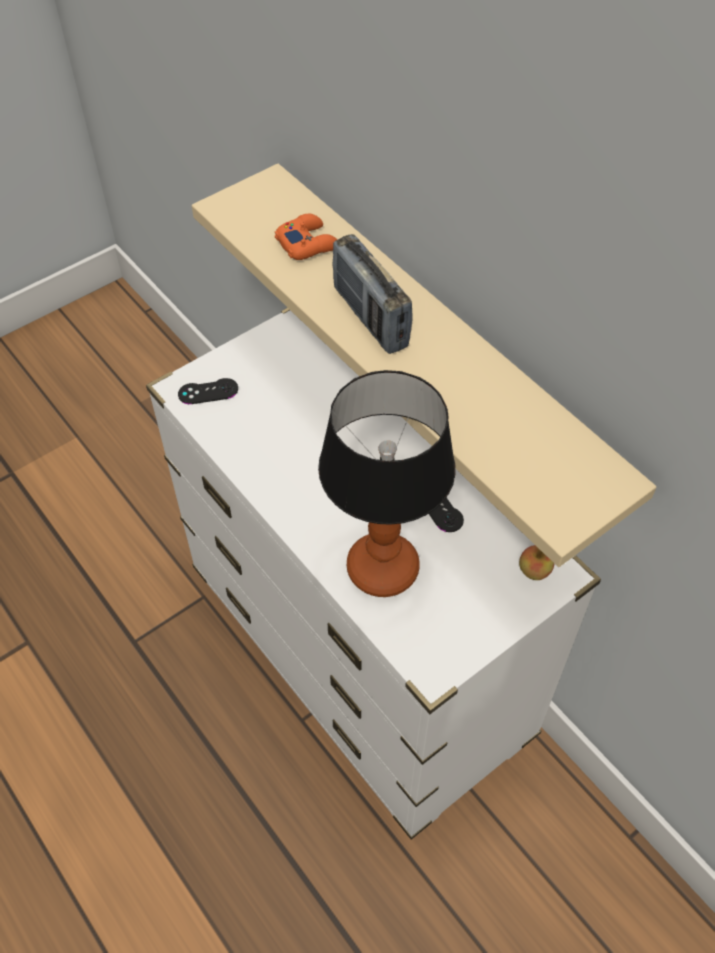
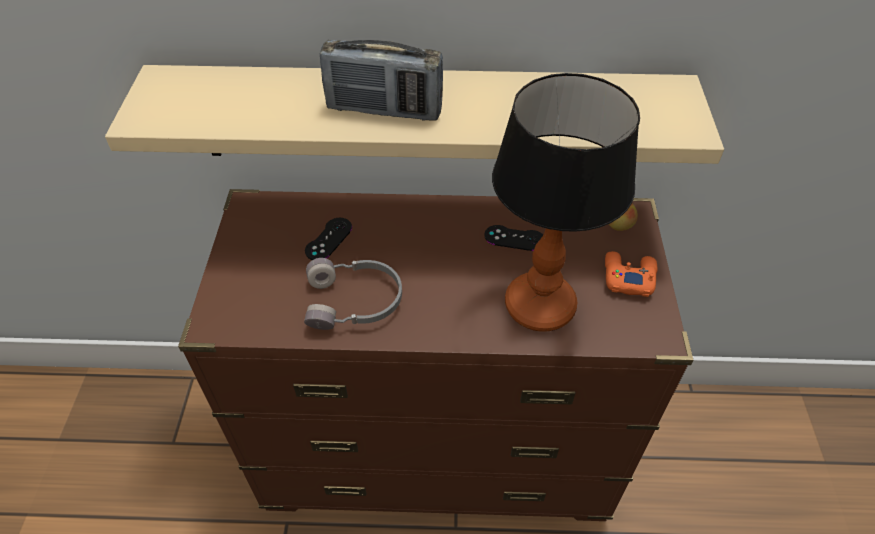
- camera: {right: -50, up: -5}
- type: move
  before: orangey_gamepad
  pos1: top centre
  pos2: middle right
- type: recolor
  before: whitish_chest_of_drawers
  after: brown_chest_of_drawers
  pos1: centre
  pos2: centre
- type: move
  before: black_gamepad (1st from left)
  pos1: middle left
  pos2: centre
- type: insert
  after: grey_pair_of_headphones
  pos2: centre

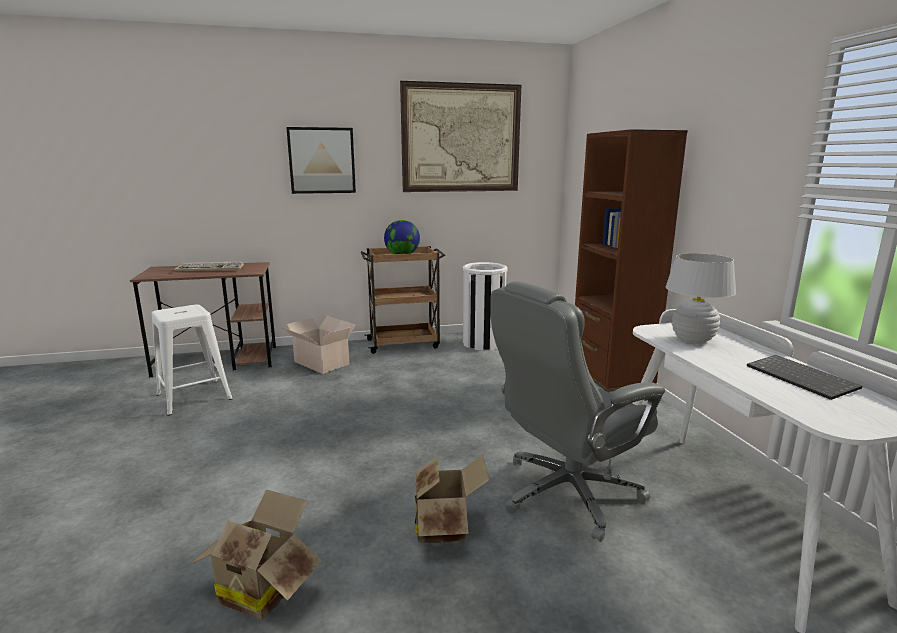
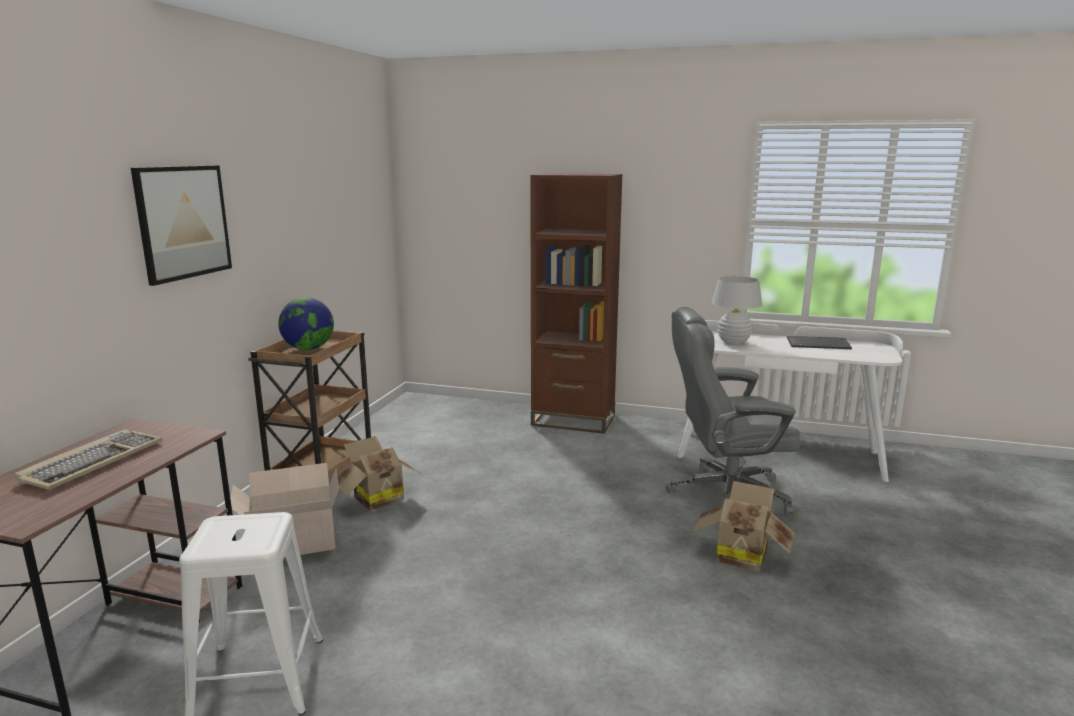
- camera: {right: -60, up: 0}
- type: delete
  before: wall_art (2nd from left)
  pos1: top centre
- type: delete
  before: whitish_rubbish_bin
  pos1: centre
- type: rotate
  before: grey_computer_chair
  pos1: centre
  pos2: middle right
  turn: 90
- type: move
  before: carton (1st from left in the first image)
  after: carton (2nd from left)
  pos1: bottom left
  pos2: centre

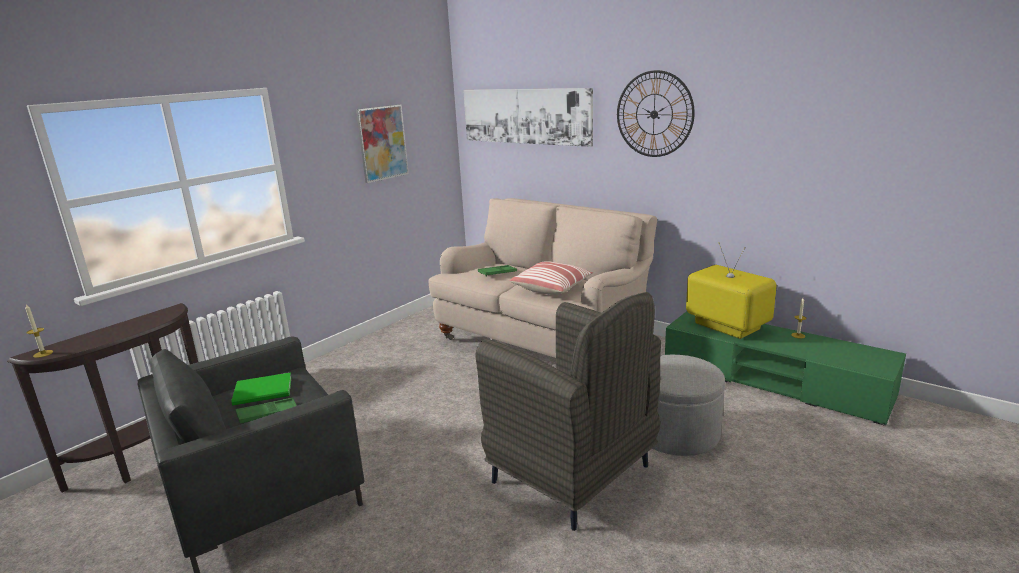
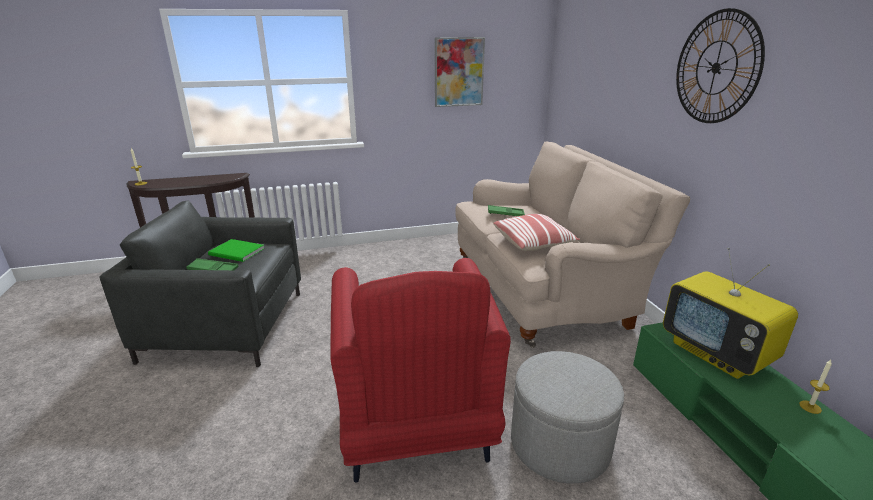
- camera: {right: 35, up: 5}
- type: delete
  before: wall_art (2nd from left)
  pos1: top centre
- type: rotate
  before: TV
  pos1: middle right
  pos2: middle right
  turn: 150
- type: recolor
  before: grey_easy_chair (2nd from left)
  after: reddish_easy_chair
  pos1: bottom centre
  pos2: bottom centre

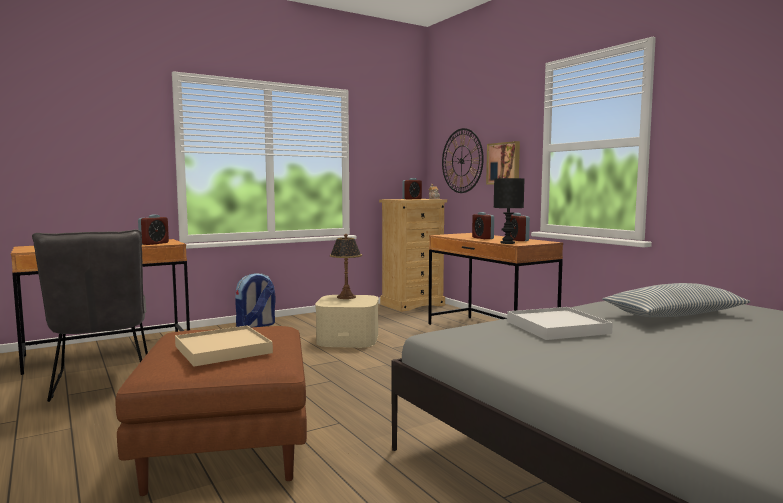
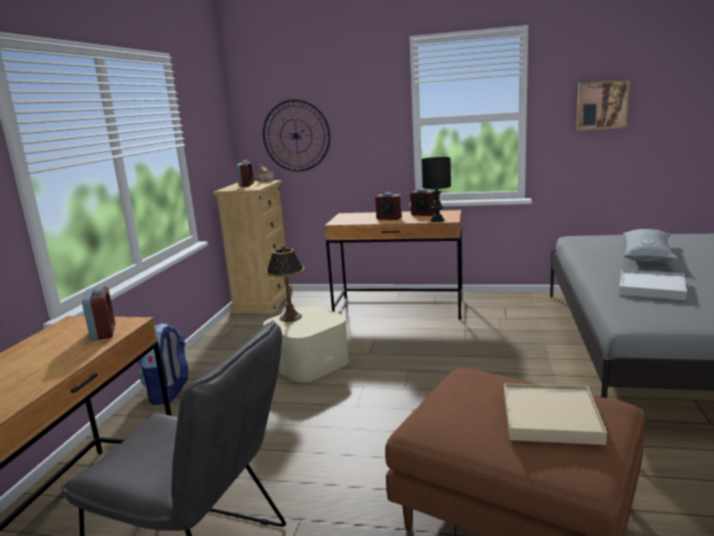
- camera: {right: -45, up: 10}
- type: move
  before: wall_art
  pos1: top centre
  pos2: top right

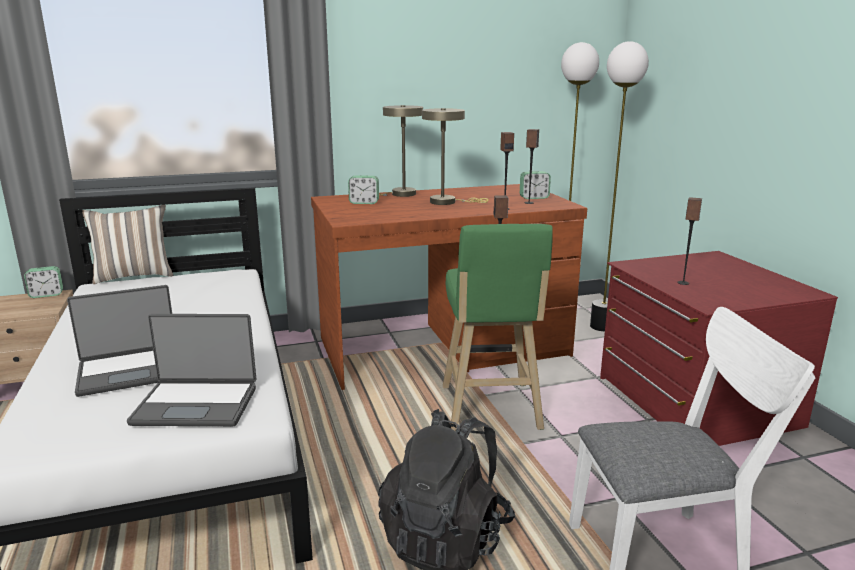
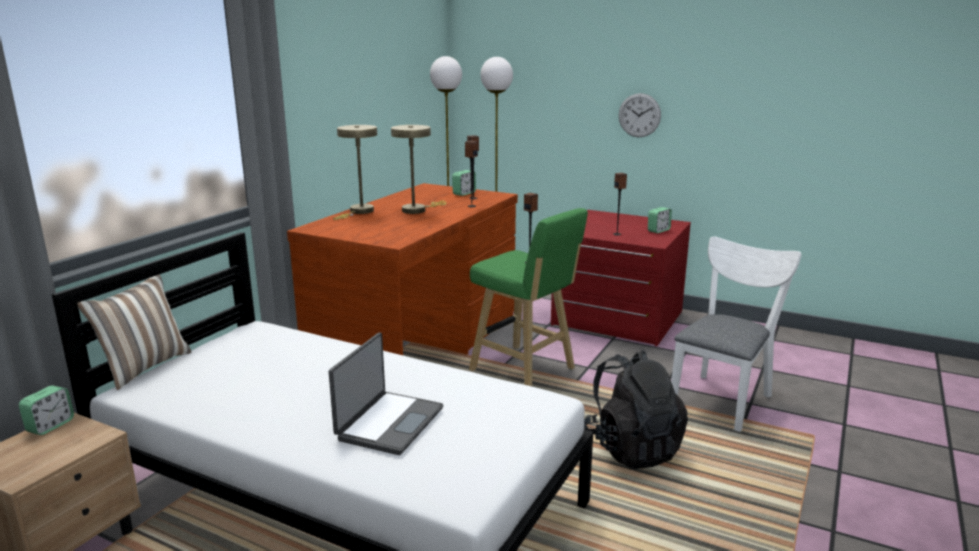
- camera: {right: -45, up: 0}
- type: move
  before: bedside_clock (2nd from left in the first image)
  after: bedside_clock (3rd from left)
  pos1: top centre
  pos2: middle right
- type: delete
  before: laptop (2nd from left)
  pos1: middle left
- type: insert
  after: wall_clock
  pos2: top centre

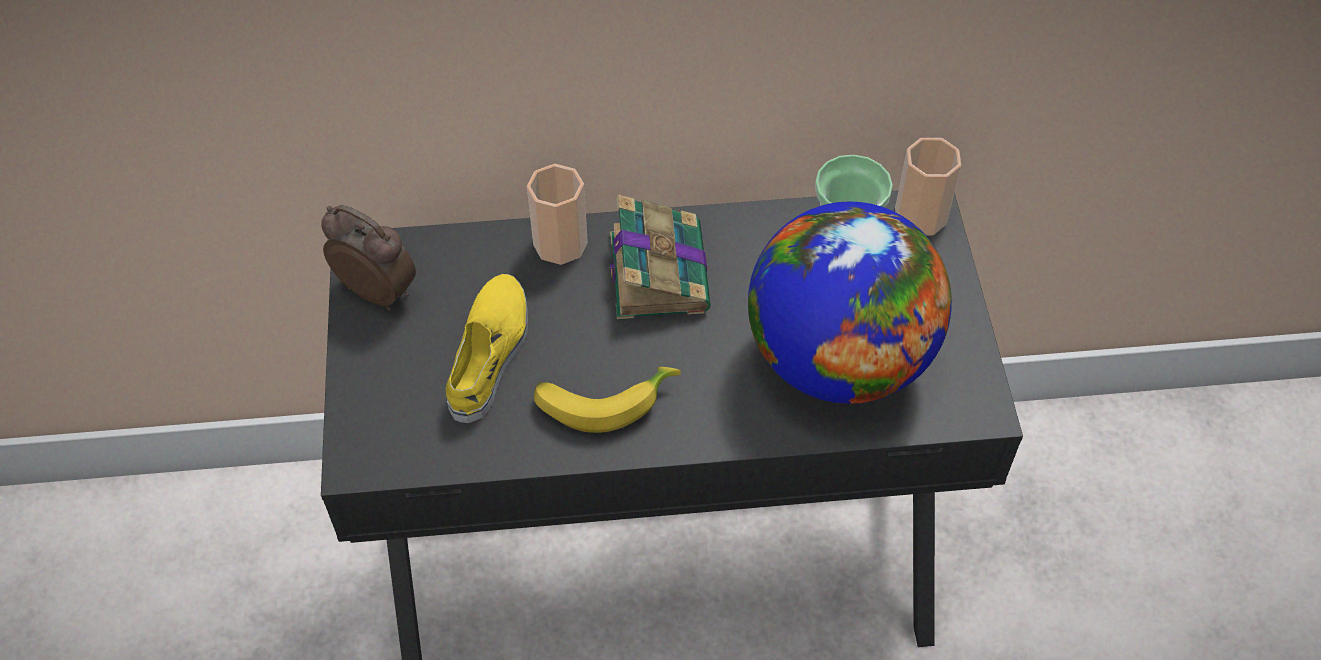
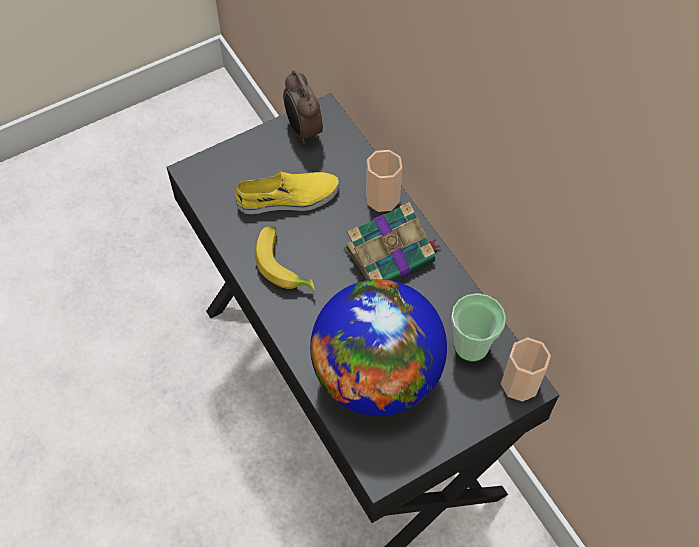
- camera: {right: 65, up: 5}
- type: rotate
  before: bedside_clock
  pos1: middle left
  pos2: top centre
  turn: 150

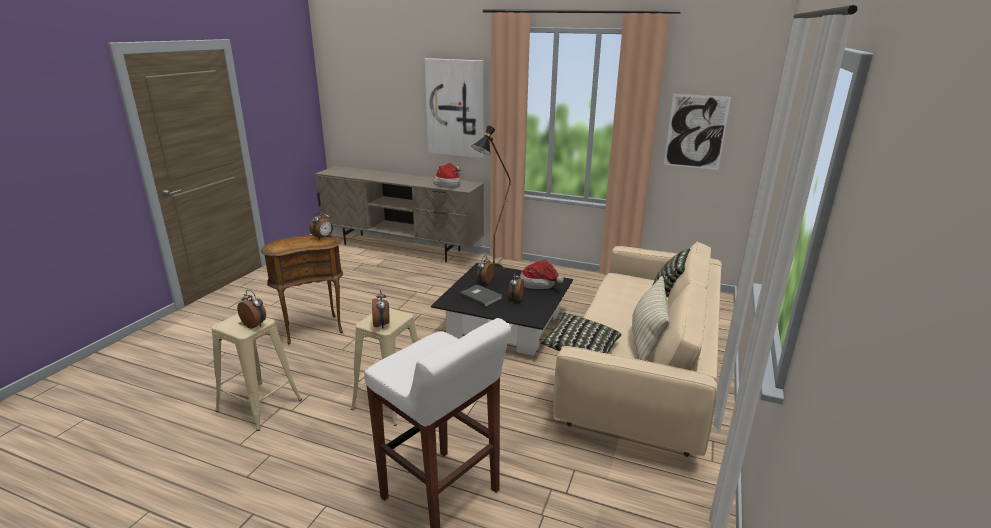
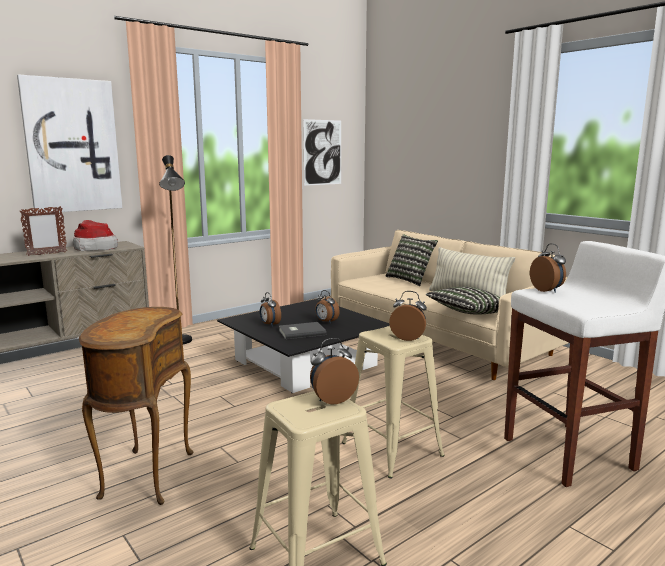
- camera: {right: -60, up: -10}
- type: move
  before: bedside_clock (2nd from left in the first image)
  after: bedside_clock (5th from left)
  pos1: middle left
  pos2: middle right
- type: delete
  before: wearable_hat (2nd from left)
  pos1: centre
- type: insert
  after: standing_frame
  pos2: middle left

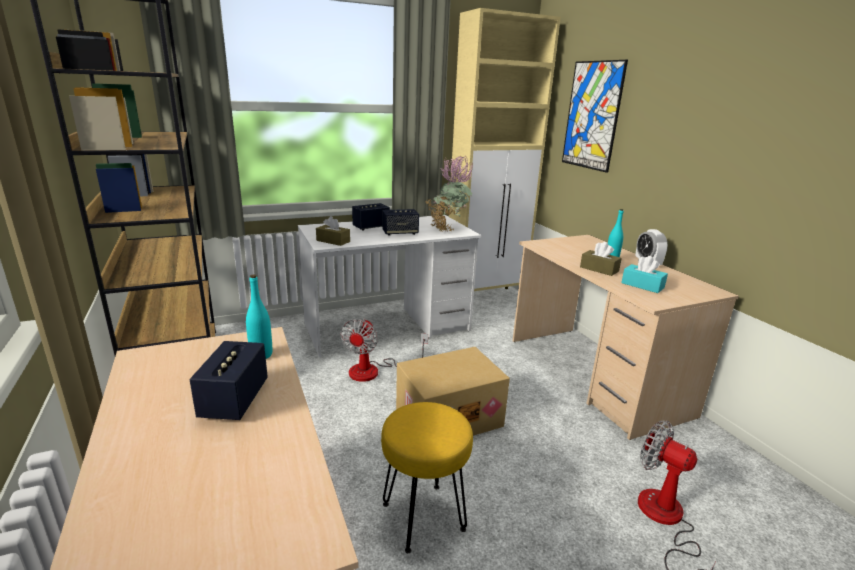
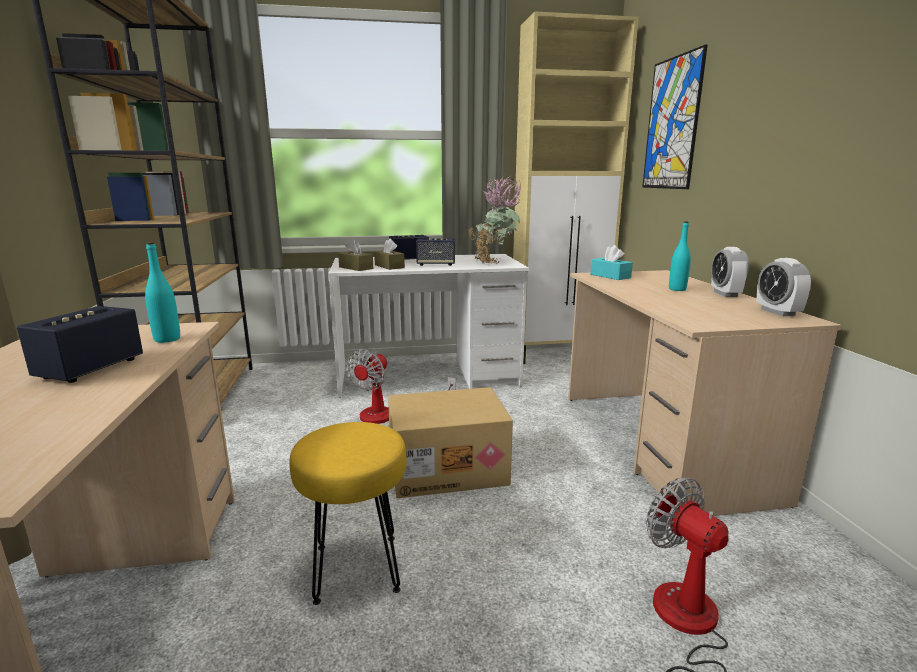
- camera: {right: 15, up: -5}
- type: move
  before: brown_tissue_holder (2nd from left)
  pos1: middle right
  pos2: centre
- type: move
  before: turquoise_tissue_holder
  pos1: middle right
  pos2: centre
- type: insert
  after: bedside_clock (2nd from left)
  pos2: middle right

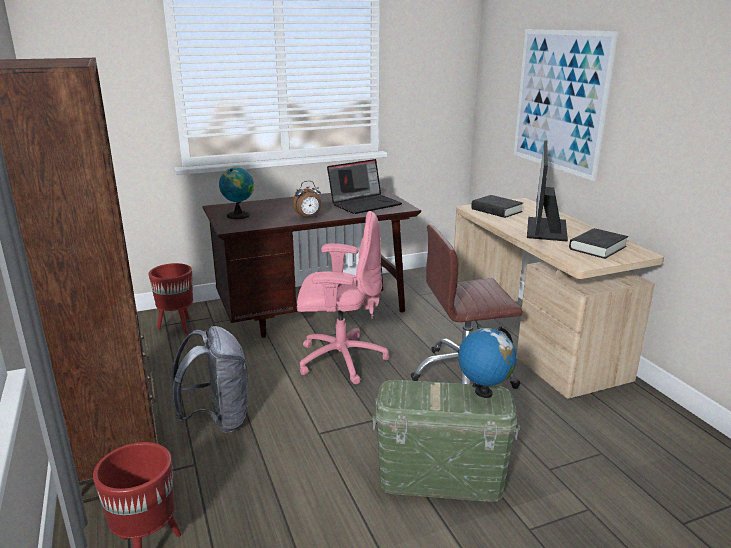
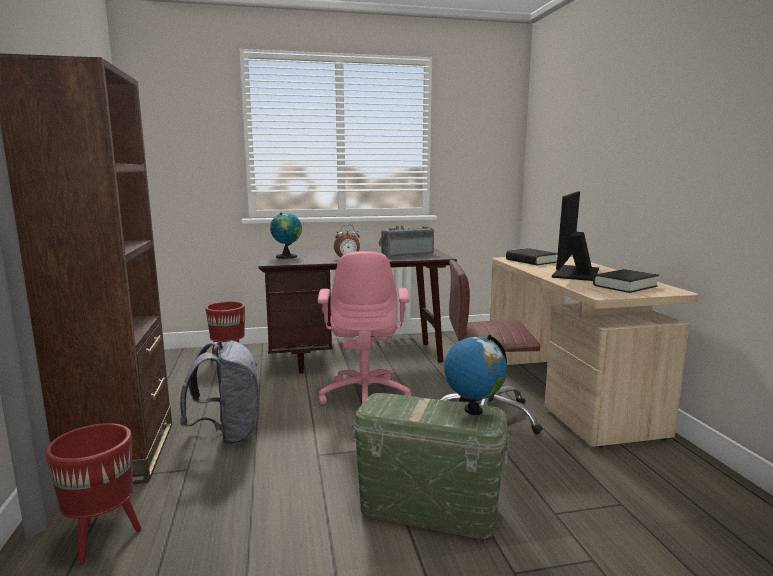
- camera: {right: 10, up: -10}
- type: delete
  before: wall_art
  pos1: top right
- type: replace
  before: laptop
  after: radio_receiver
  pos1: centre
  pos2: centre
- type: rotate
  before: pink_computer_chair
  pos1: centre
  pos2: centre
  turn: 75

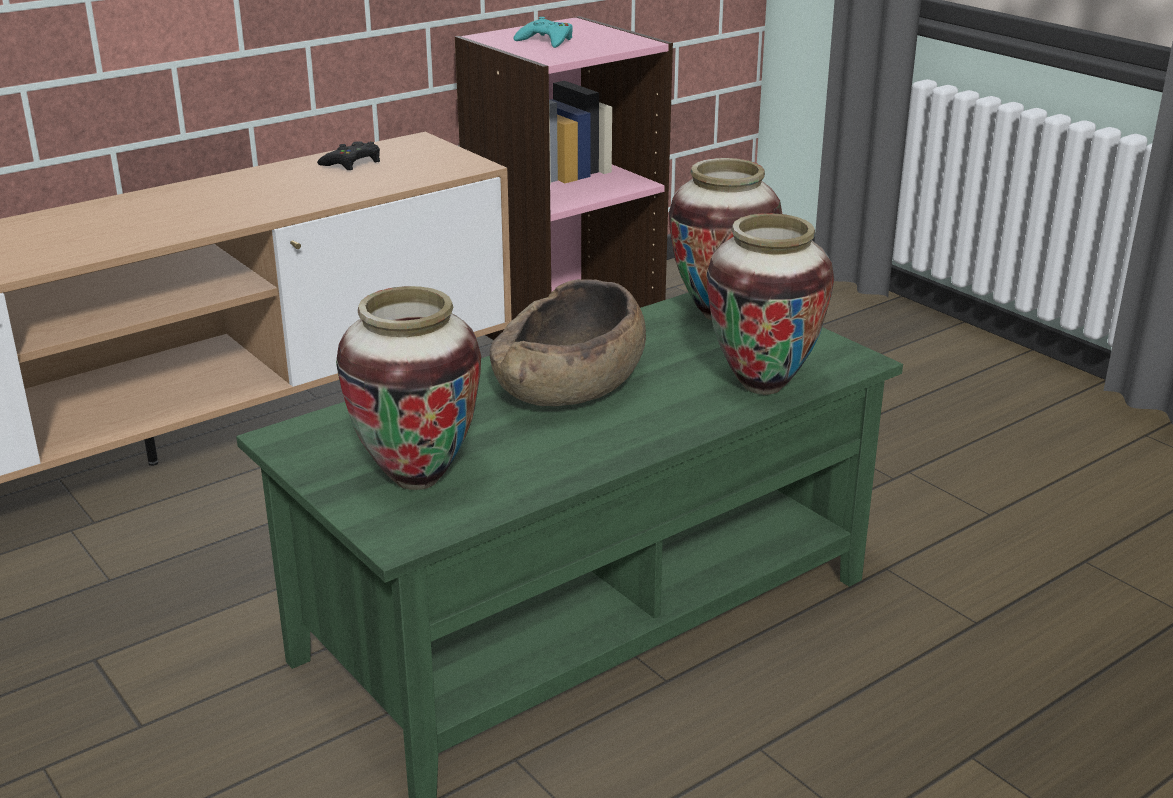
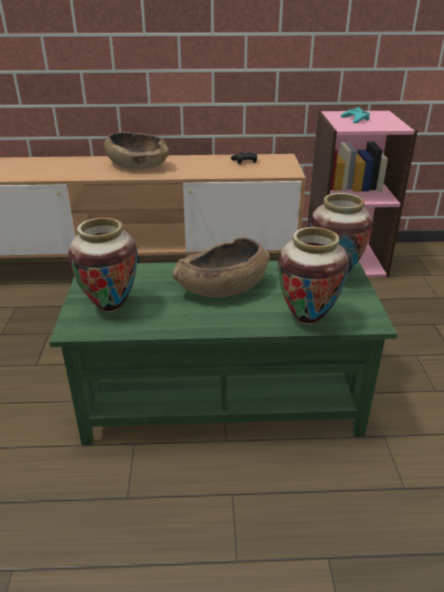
- camera: {right: 35, up: 5}
- type: insert
  after: brown_bowl (1st from left)
  pos2: top left

